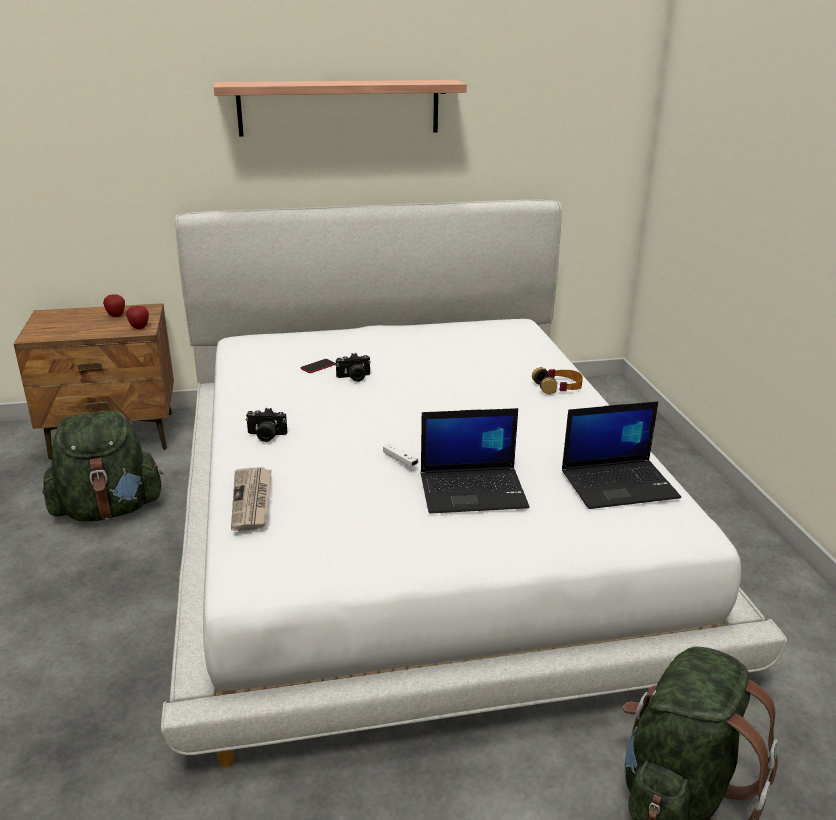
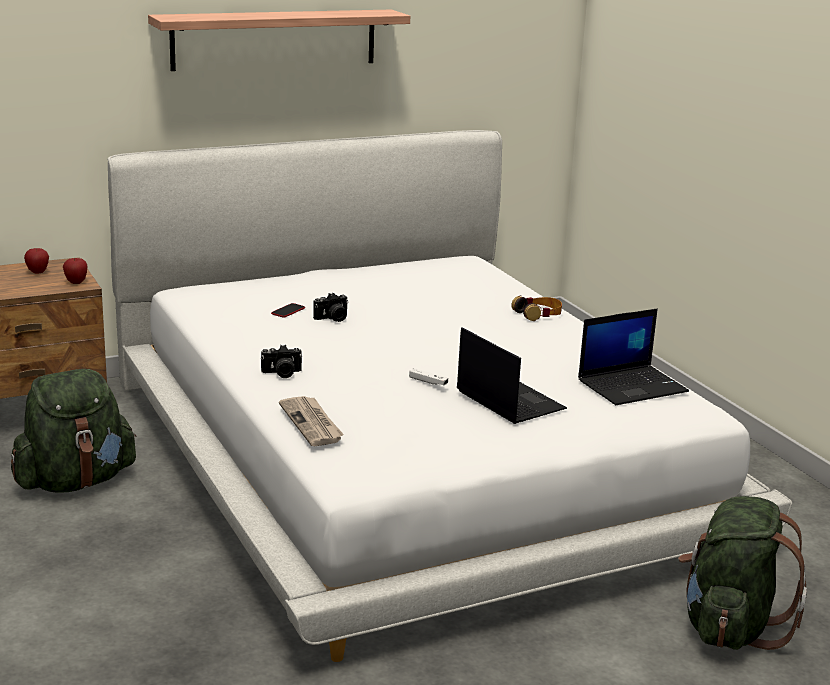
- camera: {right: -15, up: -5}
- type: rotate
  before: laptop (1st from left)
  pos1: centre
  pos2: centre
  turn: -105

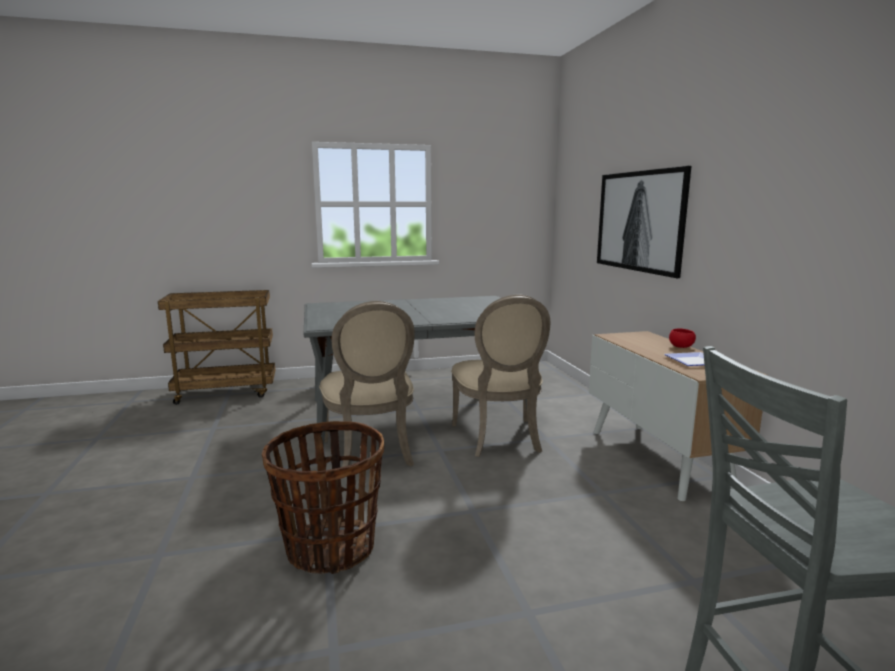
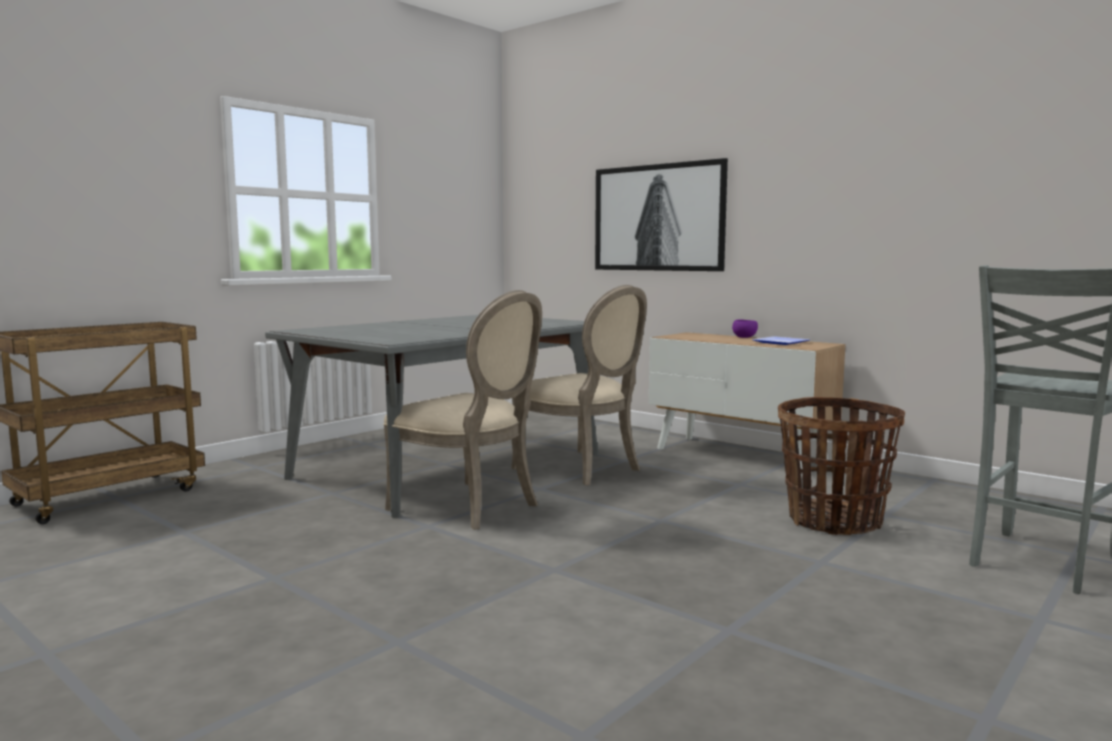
- camera: {right: -35, up: -5}
- type: recolor
  before: reddish_bowl
  after: purplish_bowl
  pos1: middle right
  pos2: middle right
- type: move
  before: storage_basket
  pos1: bottom centre
  pos2: middle right

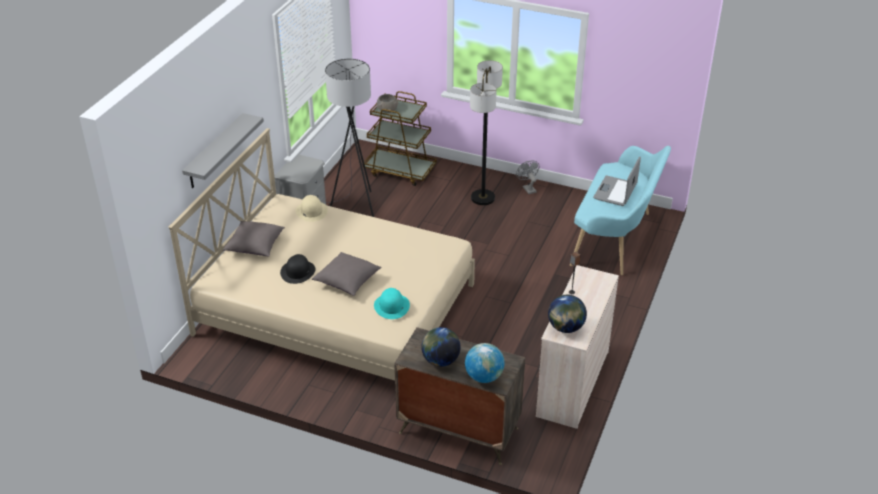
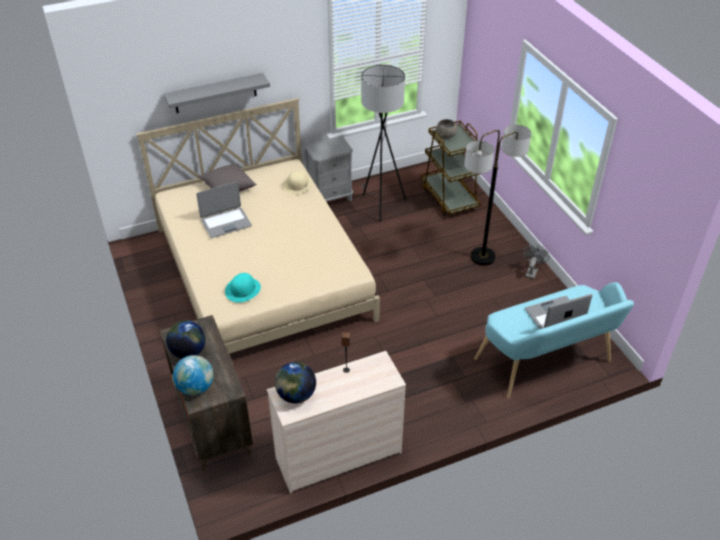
- camera: {right: 45, up: 5}
- type: delete
  before: grey_cushion (2nd from left)
  pos1: centre
- type: replace
  before: black_wearable_hat
  after: laptop (1st from left)
  pos1: centre
  pos2: middle left

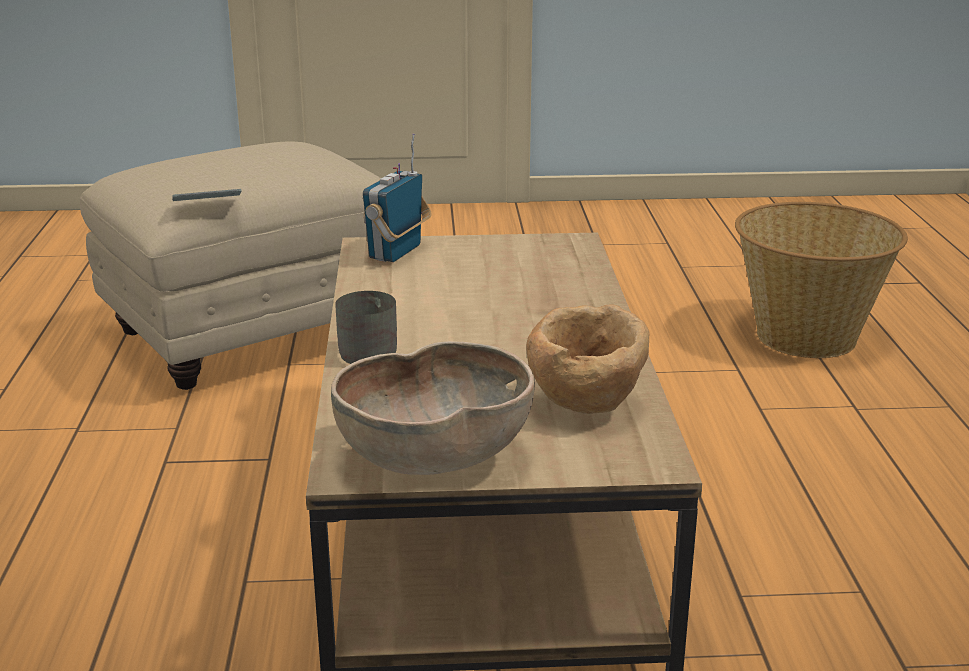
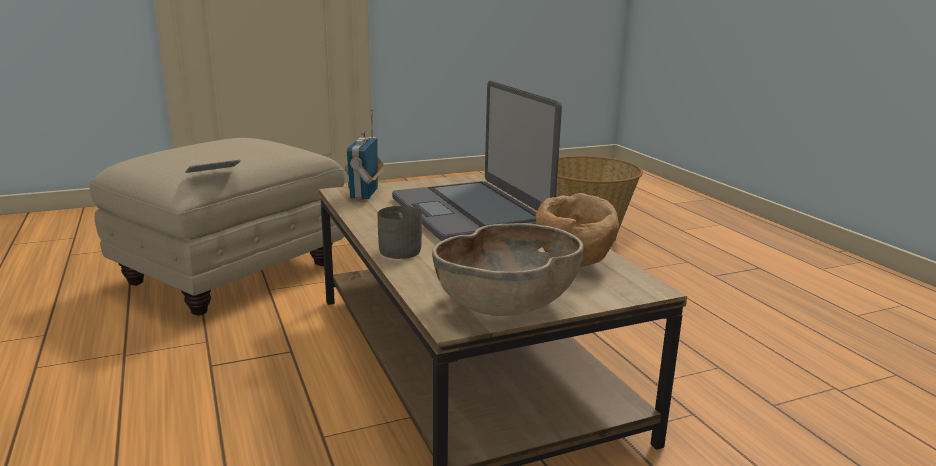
- camera: {right: -20, up: -5}
- type: insert
  after: laptop
  pos2: centre

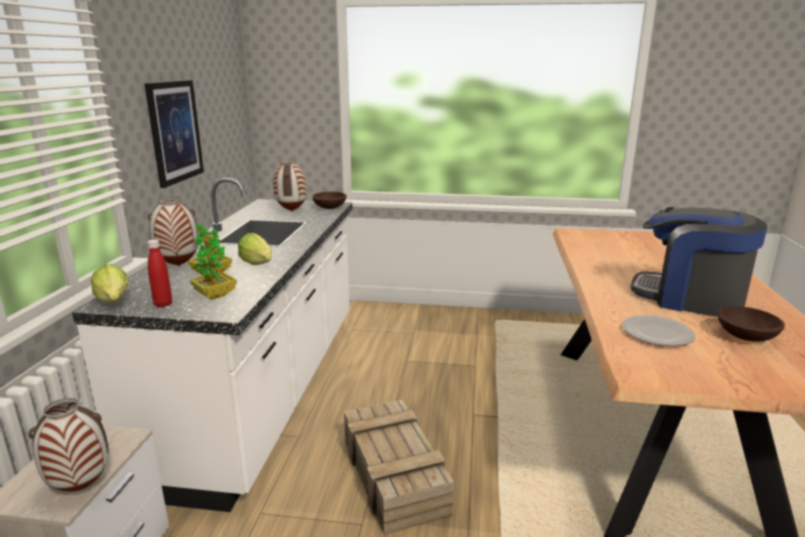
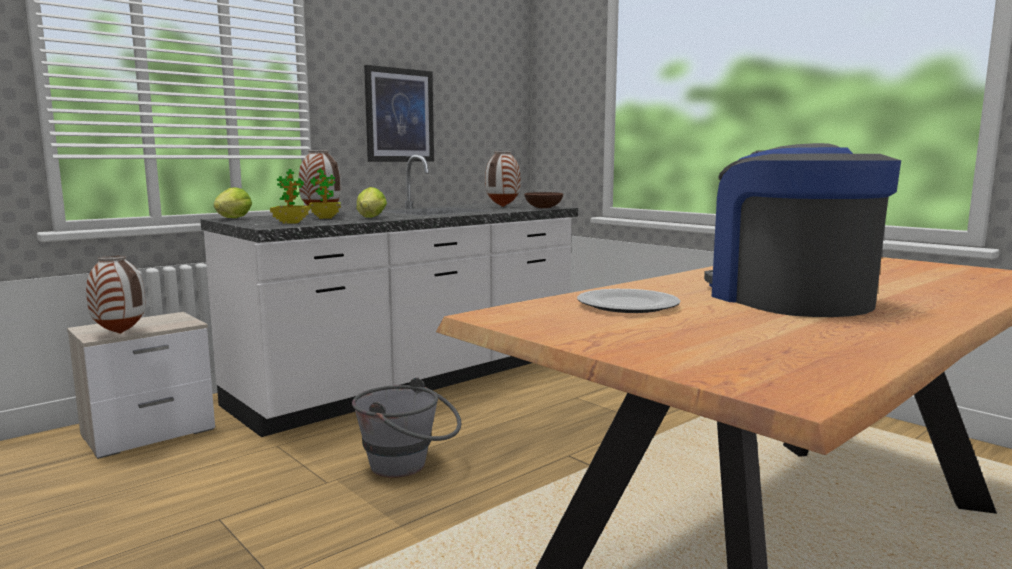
- camera: {right: 40, up: -10}
- type: delete
  before: reddish_beverage_bottle
  pos1: middle left
- type: delete
  before: brown_bowl (2nd from left)
  pos1: middle right
- type: replace
  before: crate
  after: grey_water_bucket
  pos1: bottom centre
  pos2: bottom centre

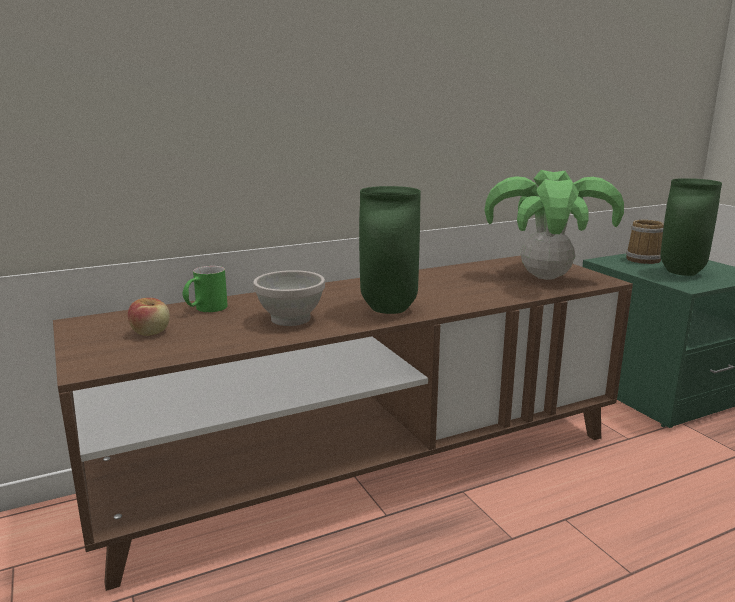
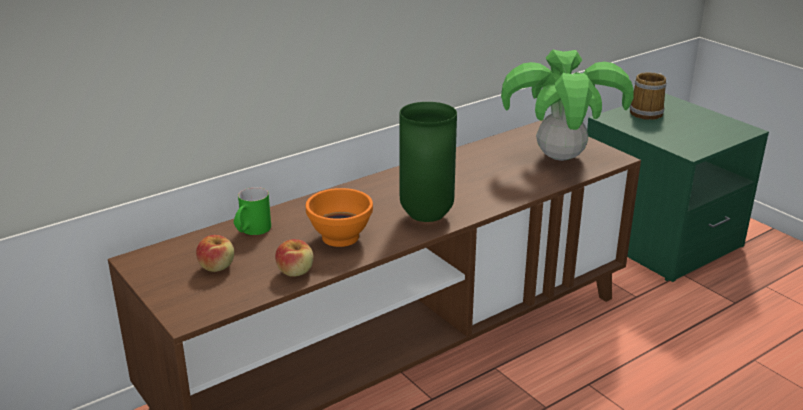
- camera: {right: -10, up: 10}
- type: delete
  before: greenish_flower_vase (2nd from left)
  pos1: middle right
- type: recolor
  before: whitish_bowl
  after: orangey_bowl
  pos1: centre
  pos2: centre
- type: insert
  after: apple (2nd from left)
  pos2: centre

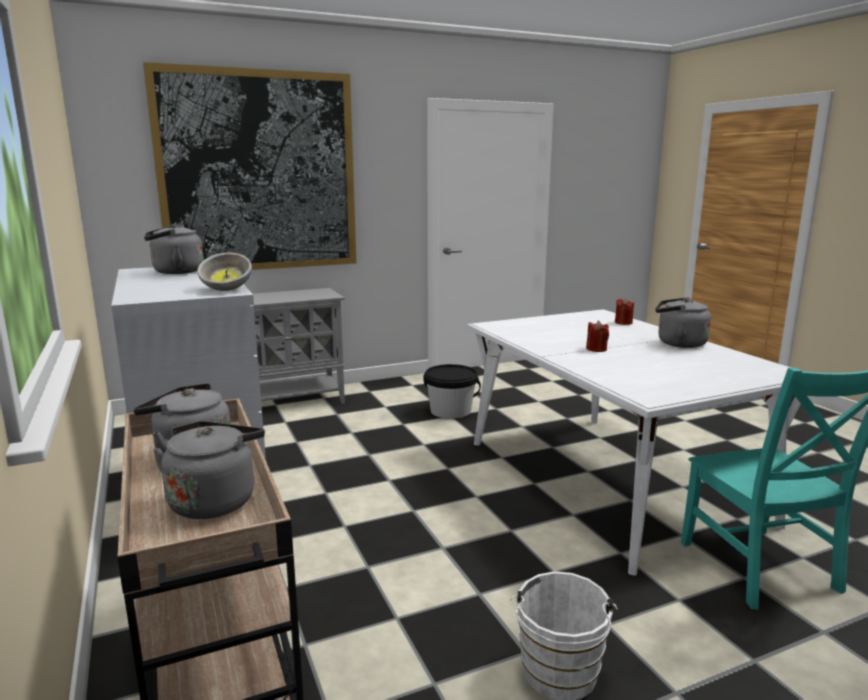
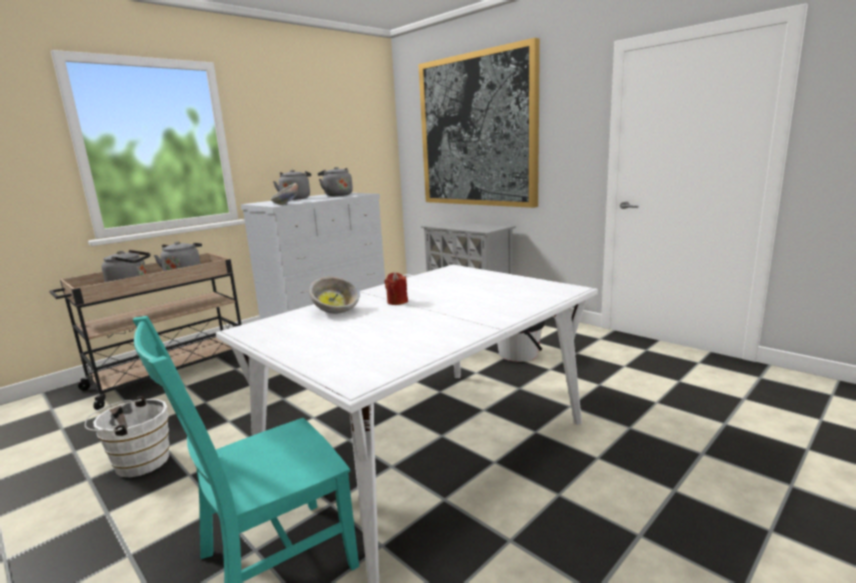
- camera: {right: 70, up: 0}
- type: move
  before: grey_water_kettle (4th from left in the first image)
  after: grey_water_kettle (3rd from left)
  pos1: middle right
  pos2: top centre
- type: delete
  before: reddish_wax_candle (2nd from left)
  pos1: middle right
- type: insert
  after: bowl (2nd from left)
  pos2: centre

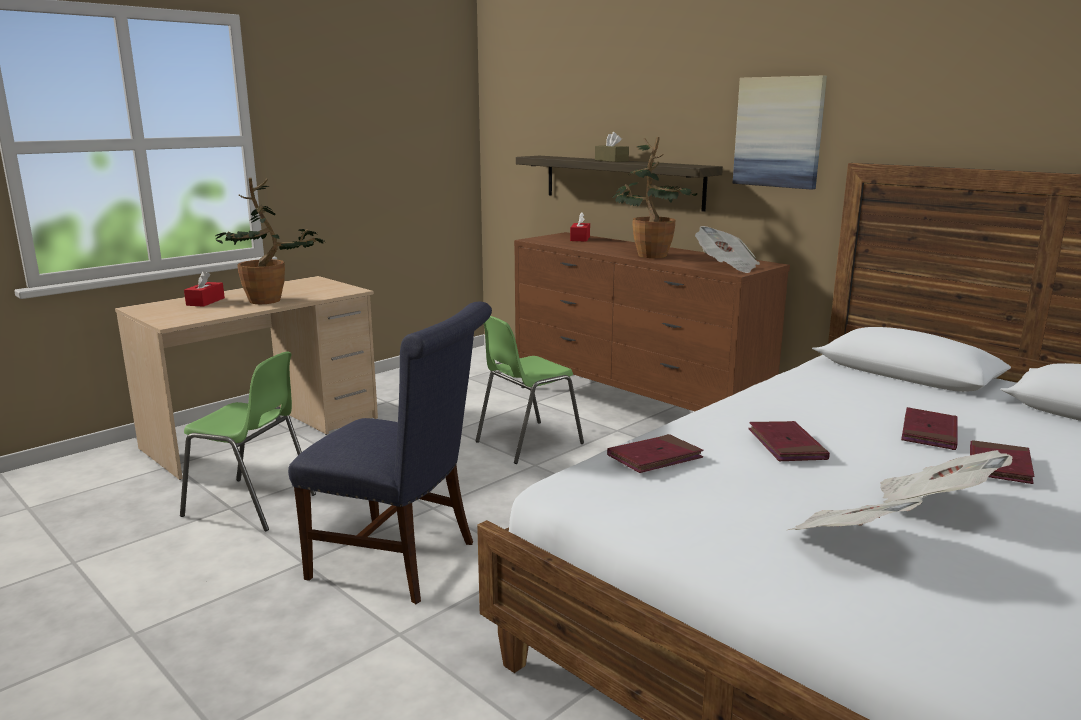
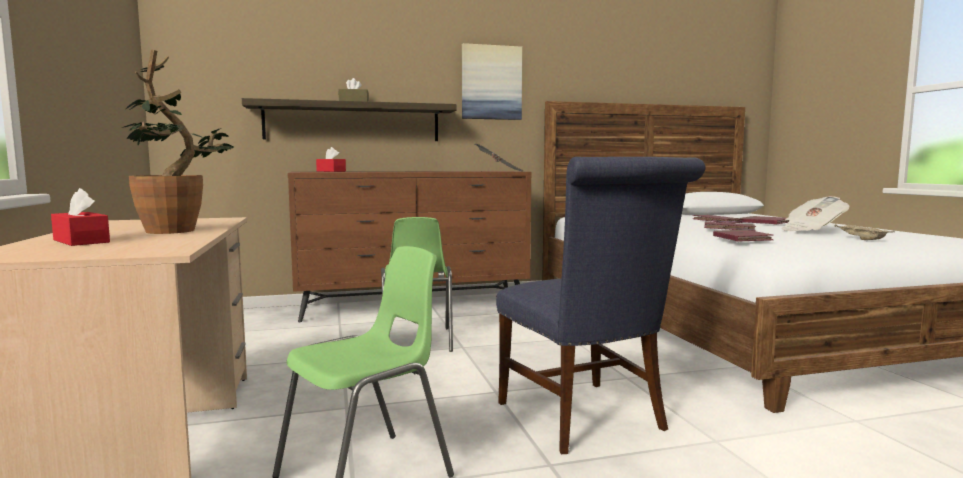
- camera: {right: -60, up: -10}
- type: delete
  before: potted_plant (2nd from left)
  pos1: top centre
- type: rotate
  before: blue-coloured_chair
  pos1: centre
  pos2: centre
  turn: 105
- type: replace
  before: daily_paper (2nd from left)
  after: sand-coloured_carrying_tray
  pos1: bottom right
  pos2: middle right

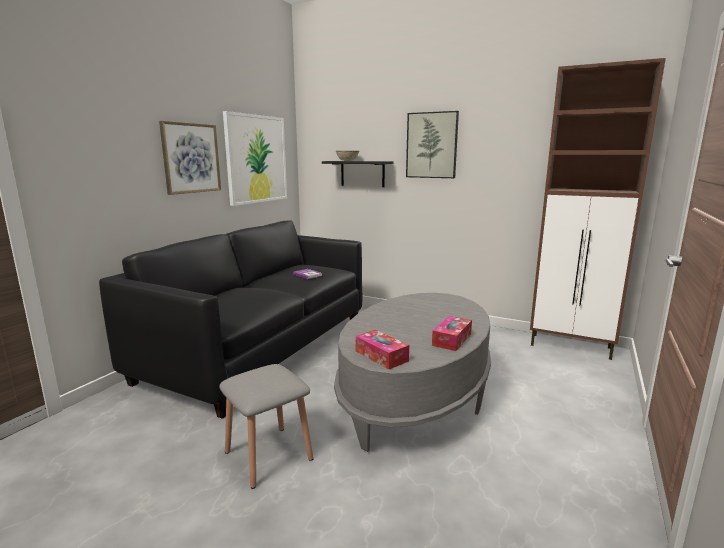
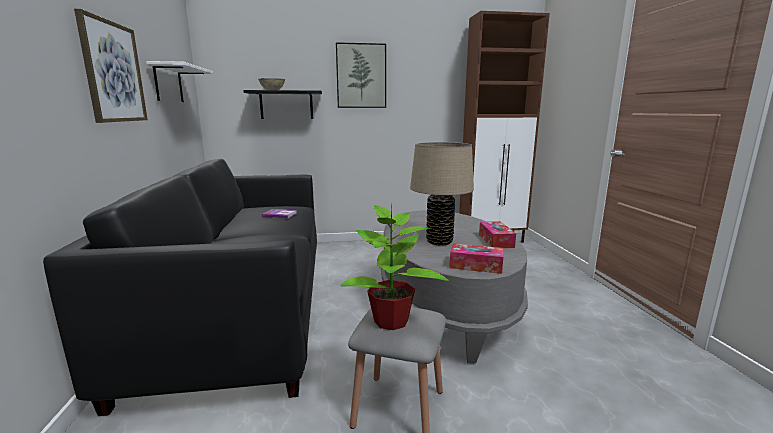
- camera: {right: -35, up: 0}
- type: replace
  before: wall_art (2nd from left)
  after: whitish_bracket_shelf
  pos1: top centre
  pos2: top left
- type: insert
  after: sand-coloured_tabletop_lamp
  pos2: centre
- type: insert
  after: potted_plant
  pos2: centre

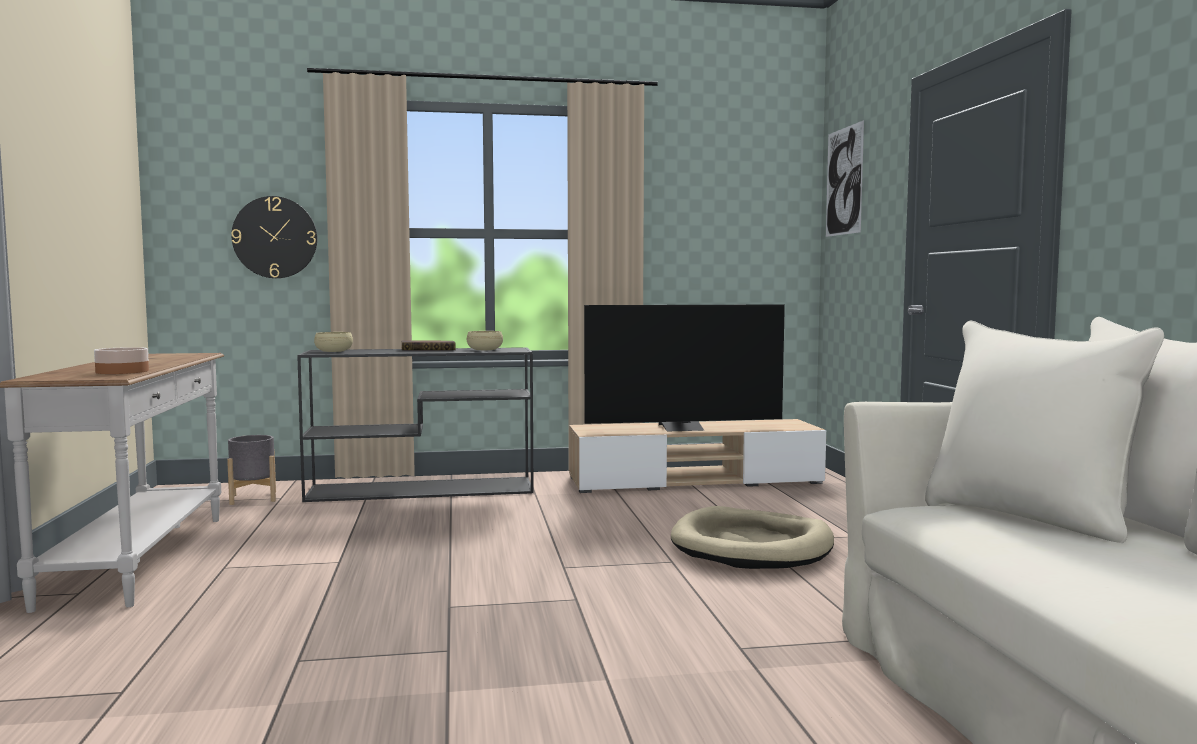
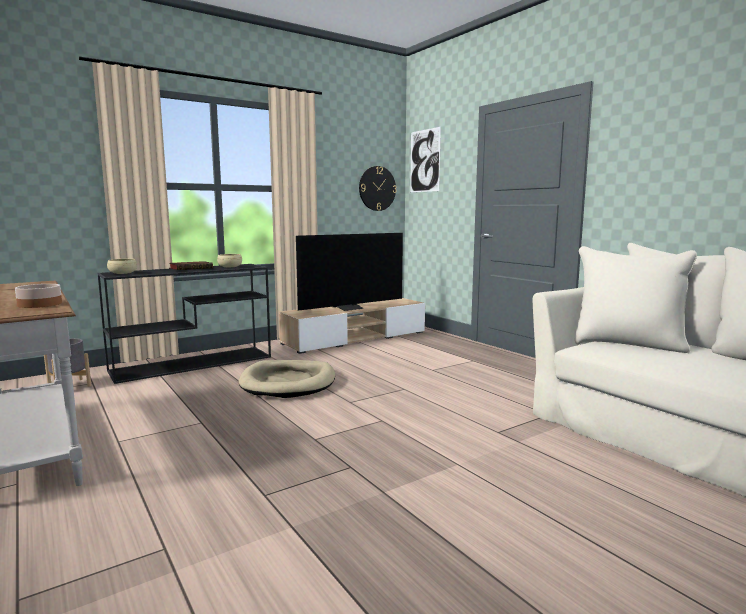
- camera: {right: -25, up: 5}
- type: move
  before: wall_clock
  pos1: top left
  pos2: top centre
- type: move
  before: sand-coloured_pet_bed
  pos1: bottom centre
  pos2: centre

